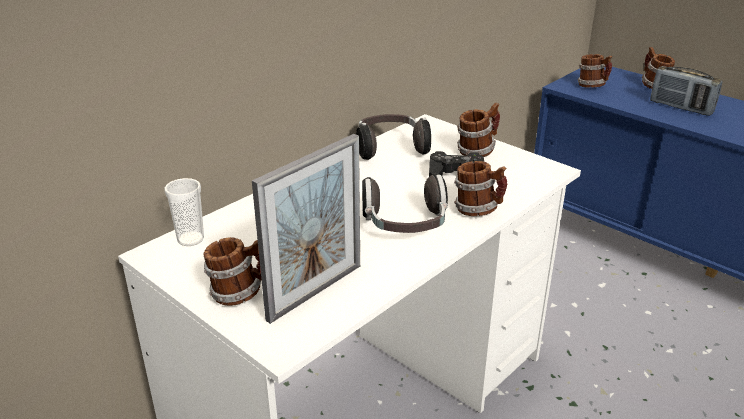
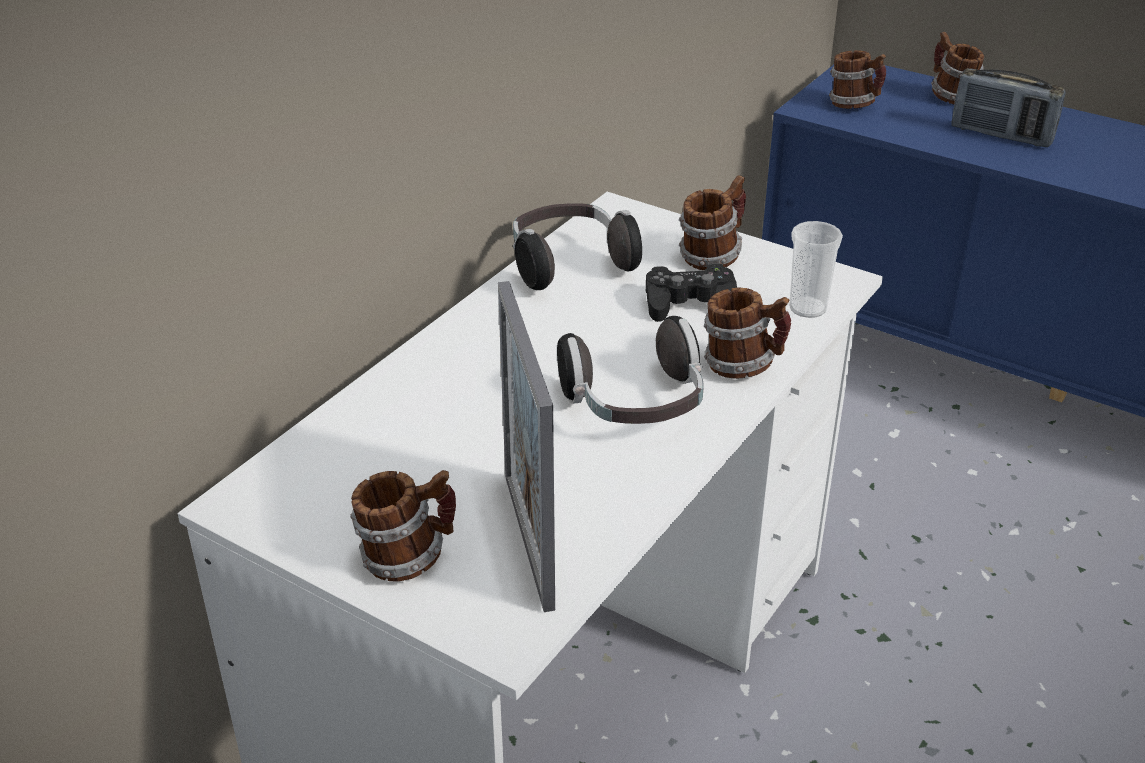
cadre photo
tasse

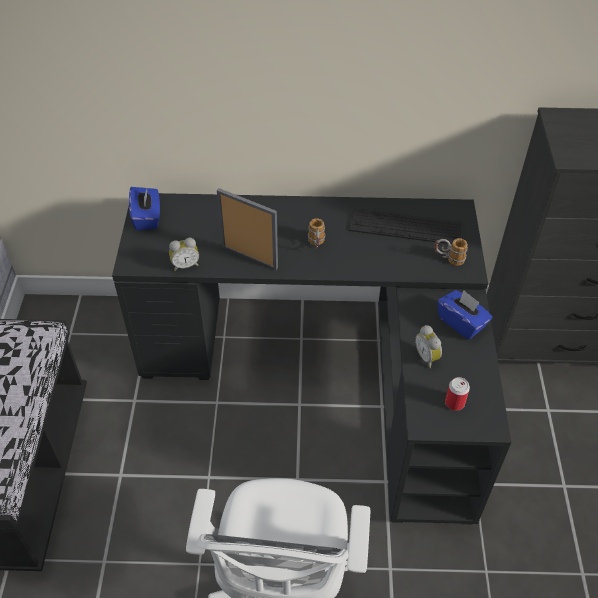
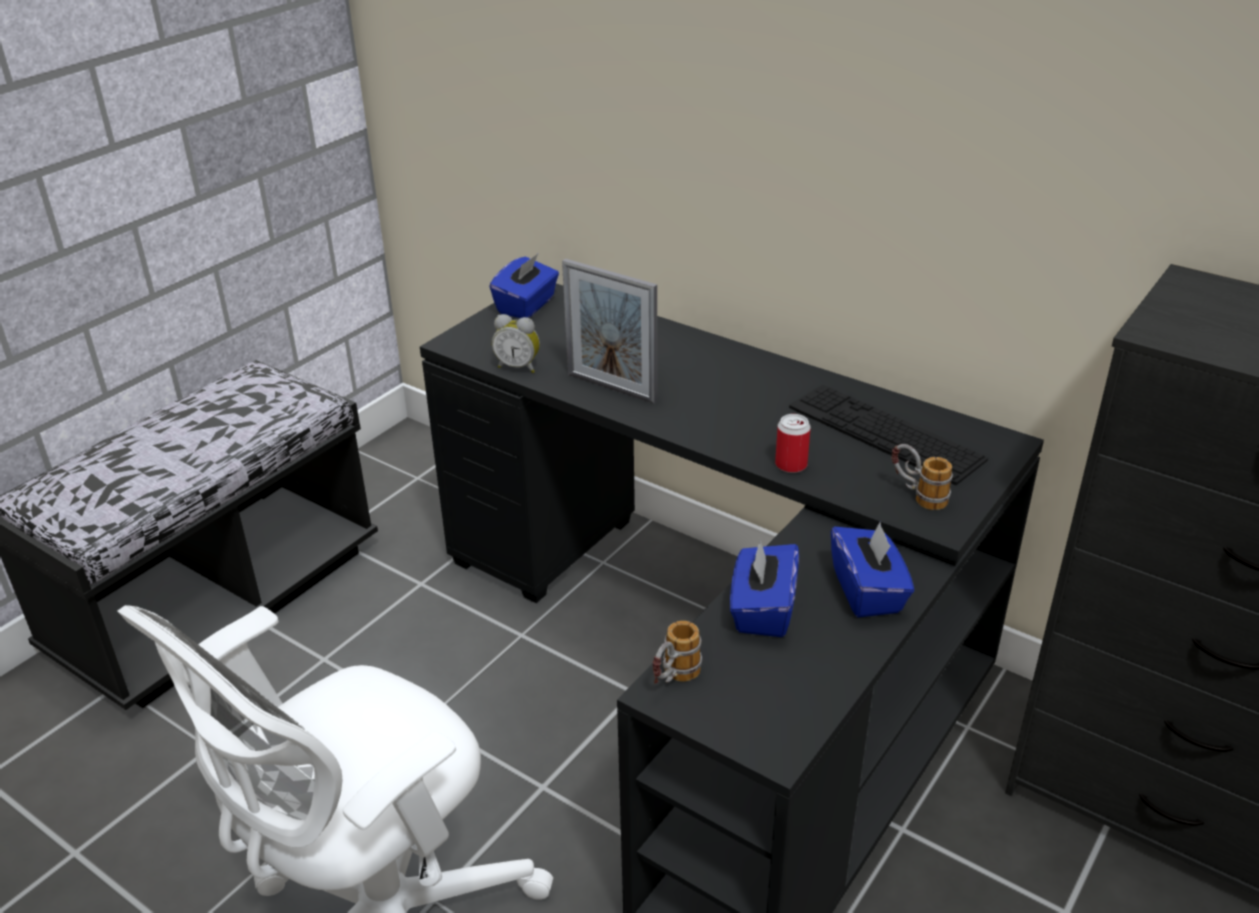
cadre photo
mug (1st from left)
boîte à mouchoirs/bleu (2nd from left)
boîte métallique

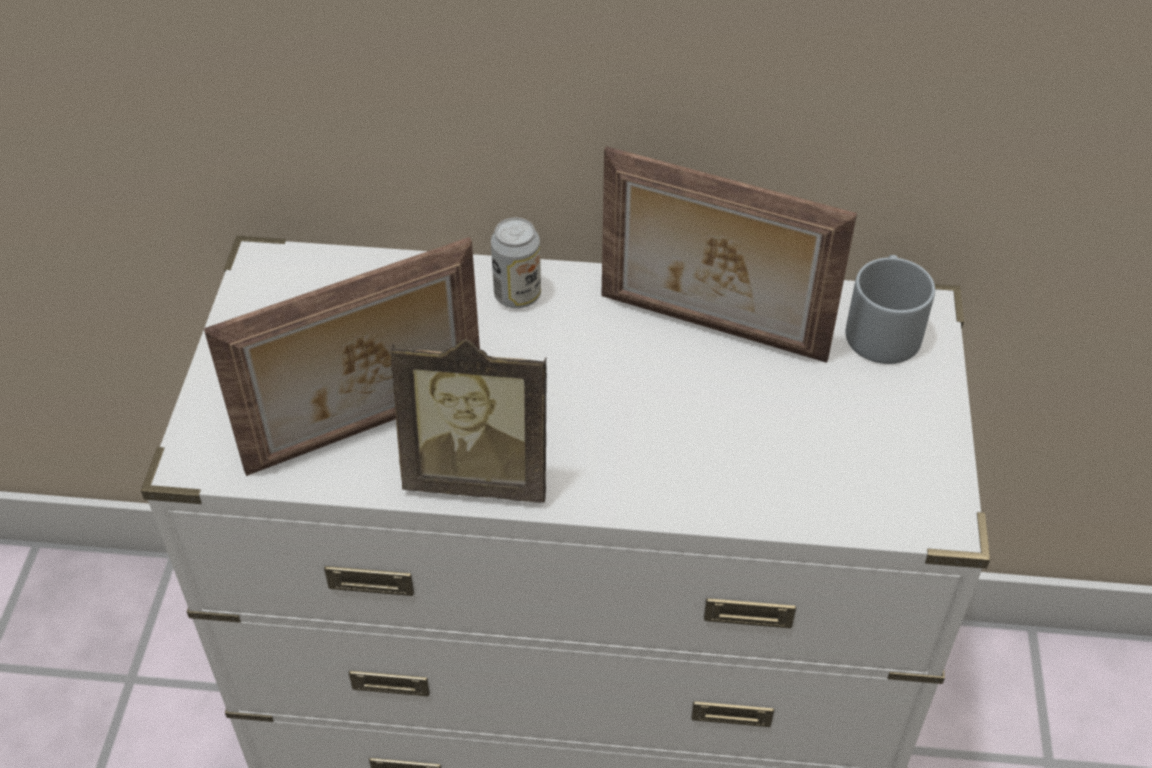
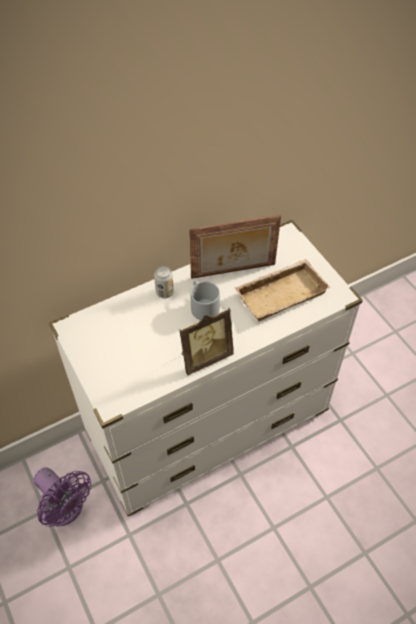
cadre photo (1st from left in the first image)
mug/gris
plateau/beige
ventilateur/violet

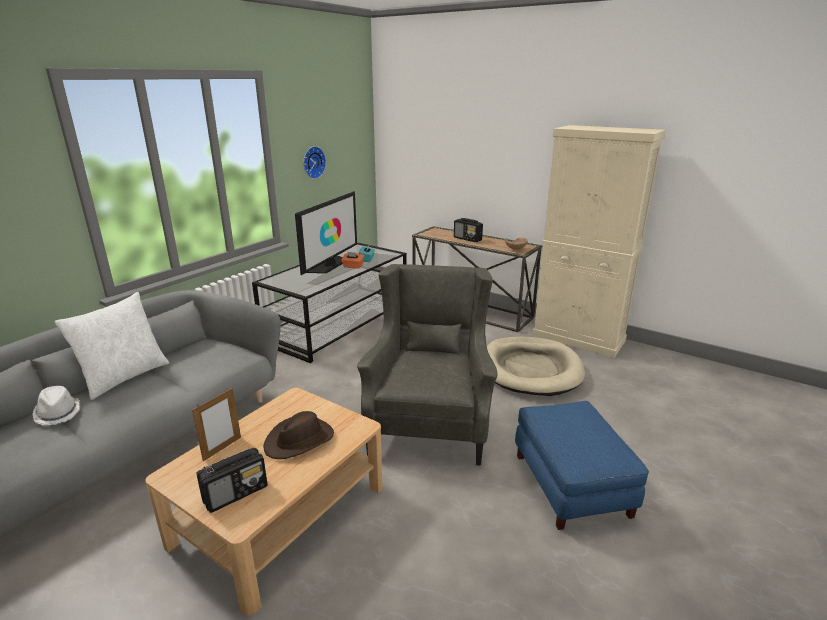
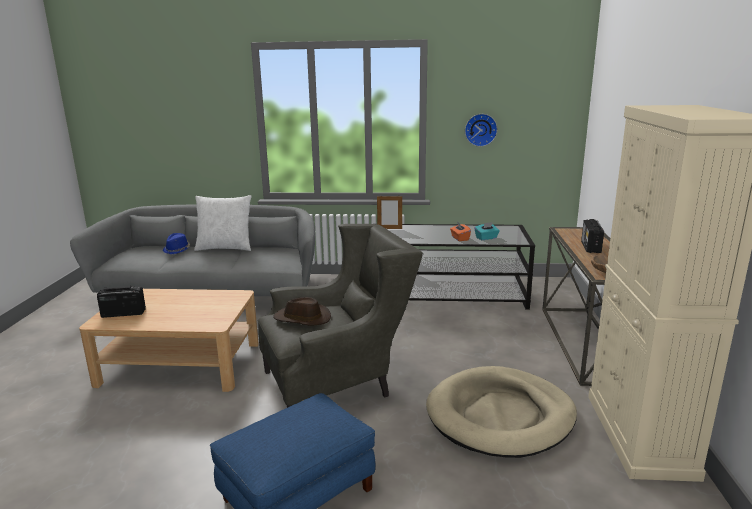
téléviseur
chapeau/bleu
cadre photo
chapeau/marron
radio (1st from left)

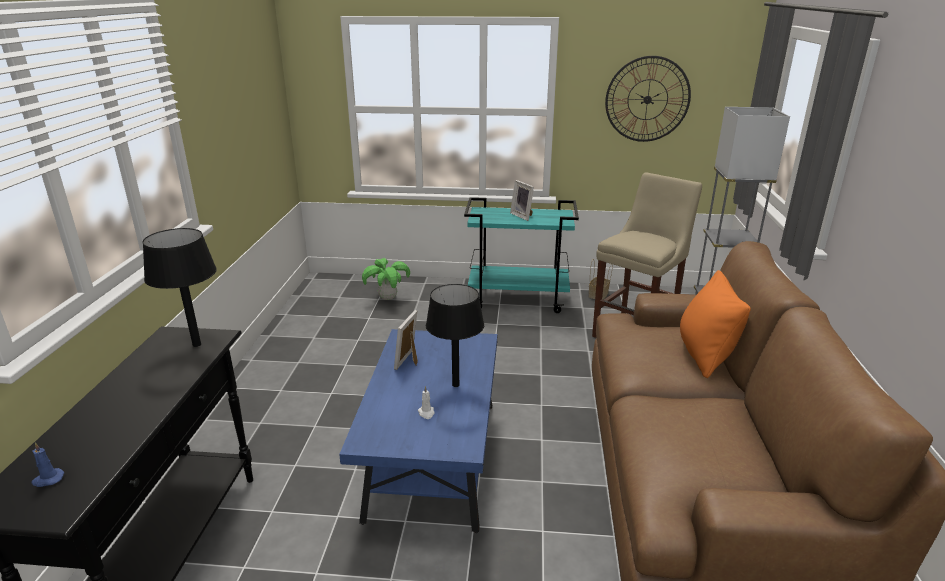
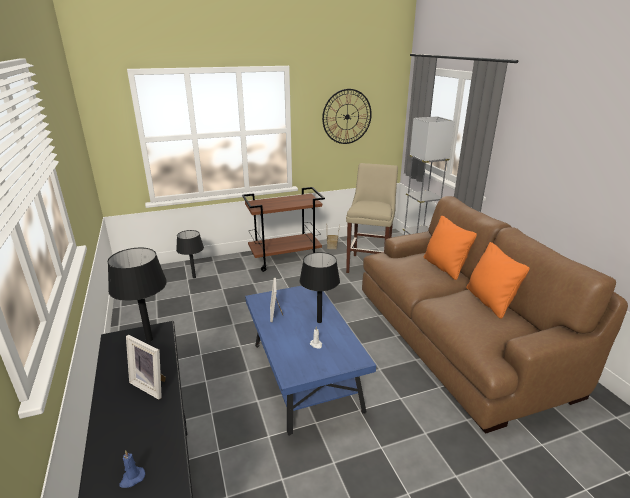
cadre photo (1st from left)
chariot/marron
lampe de table/noir (2nd from left)
coussin/orange (2nd from left)

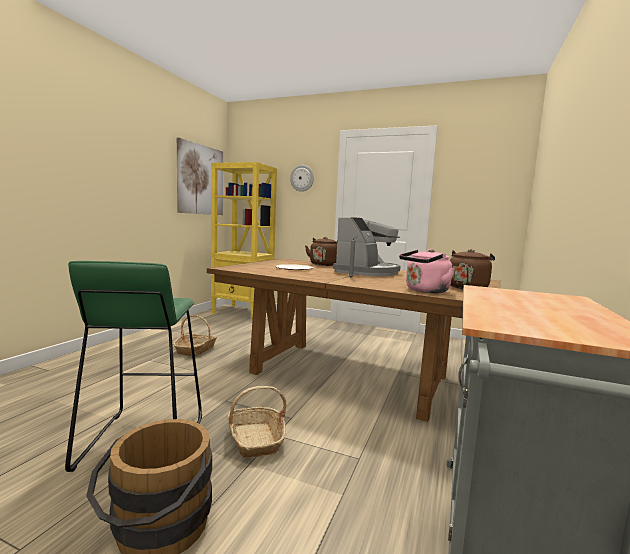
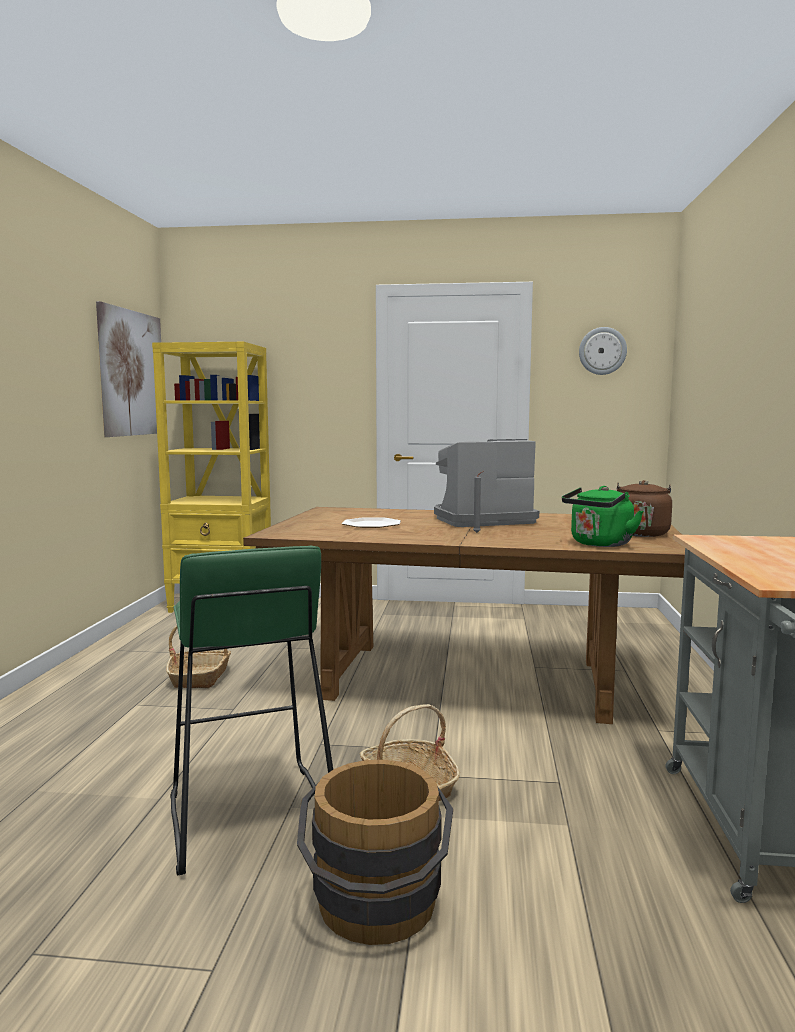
horloge murale
machine à café
bouilloire/marron (1st from left in the first image)
bouilloire/vert

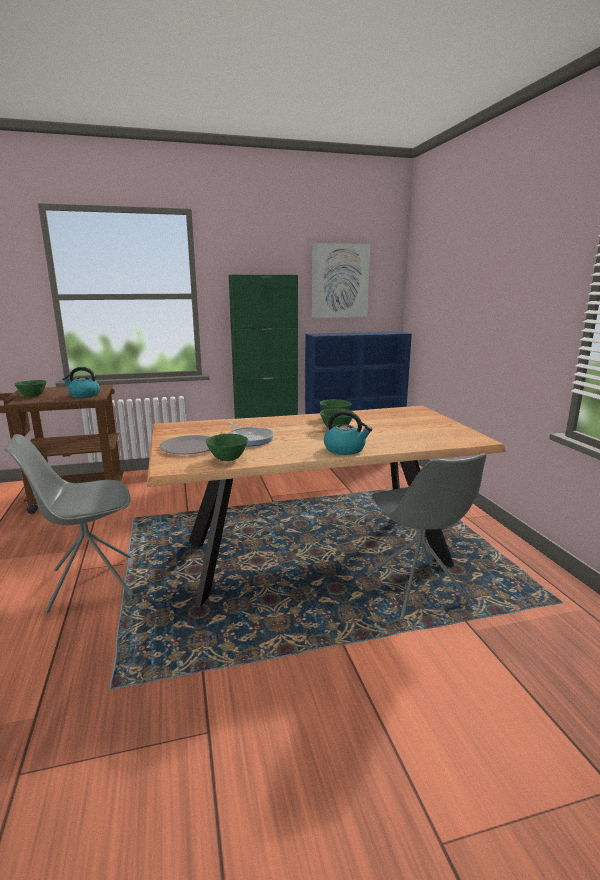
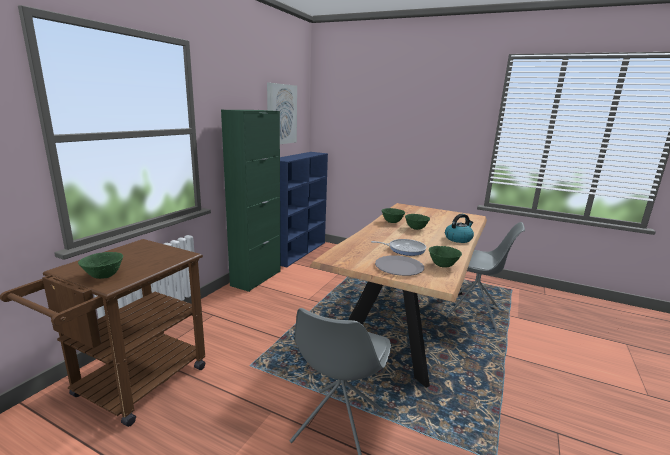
bouilloire (1st from left in the first image)

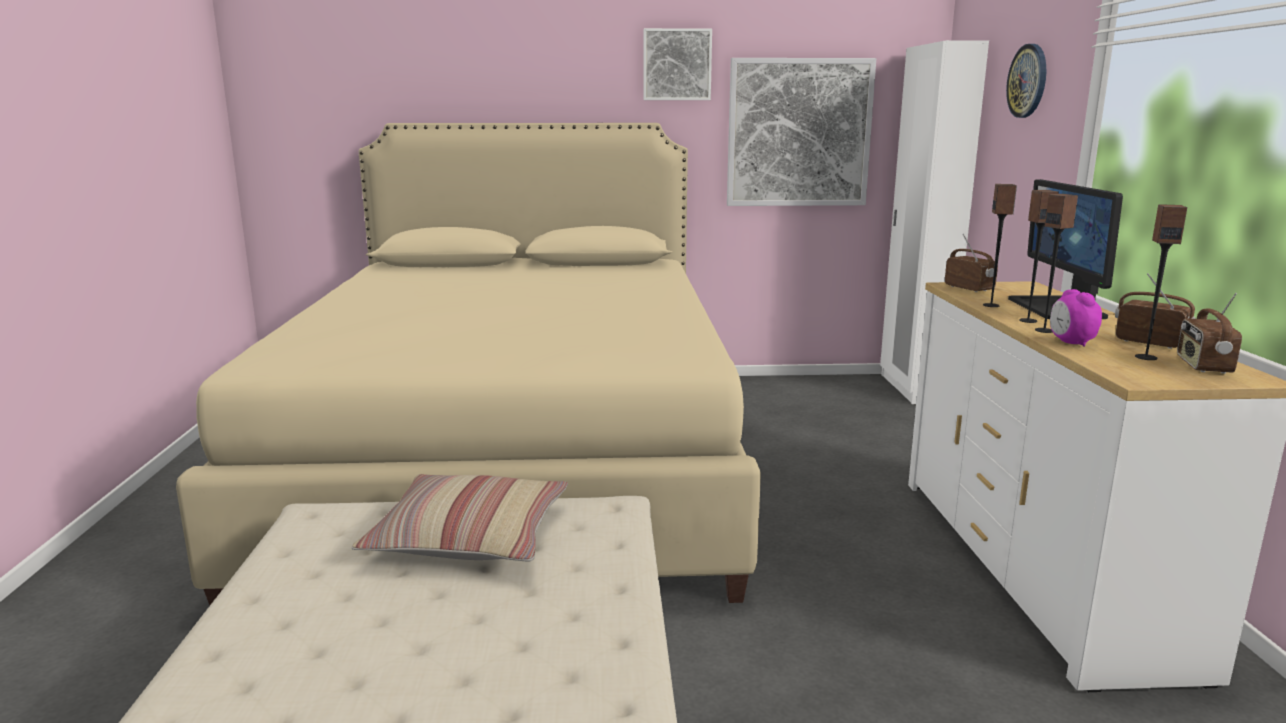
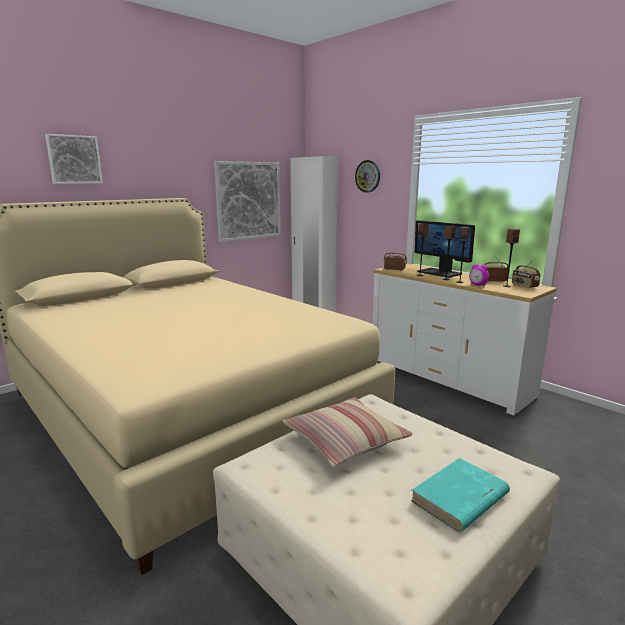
tableau (1st from left)
livre/turquoise

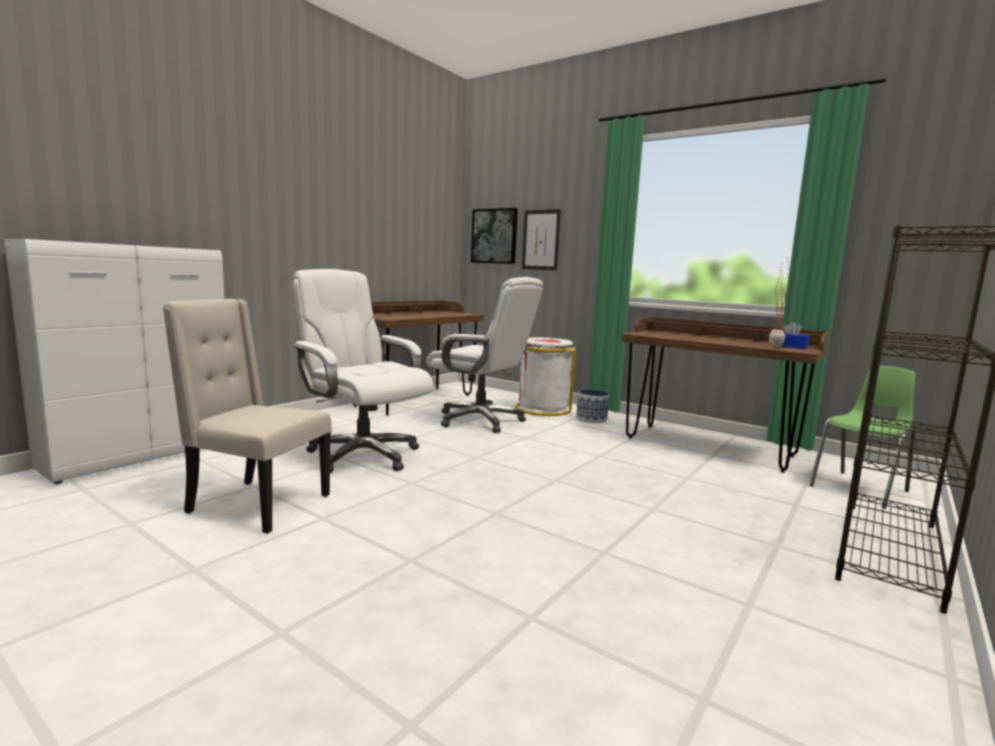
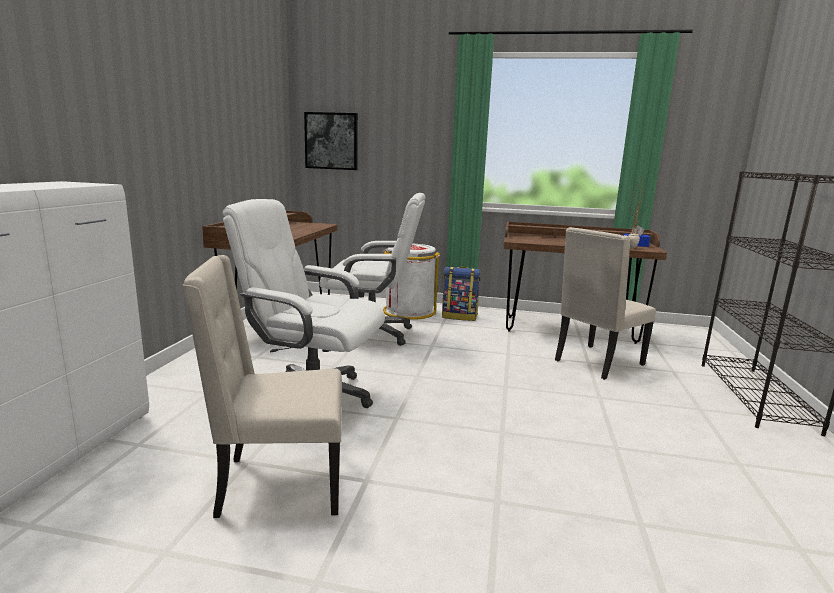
tableau (2nd from left in the first image)
chaise/vert
sac à dos
chaise/beige (2nd from left)

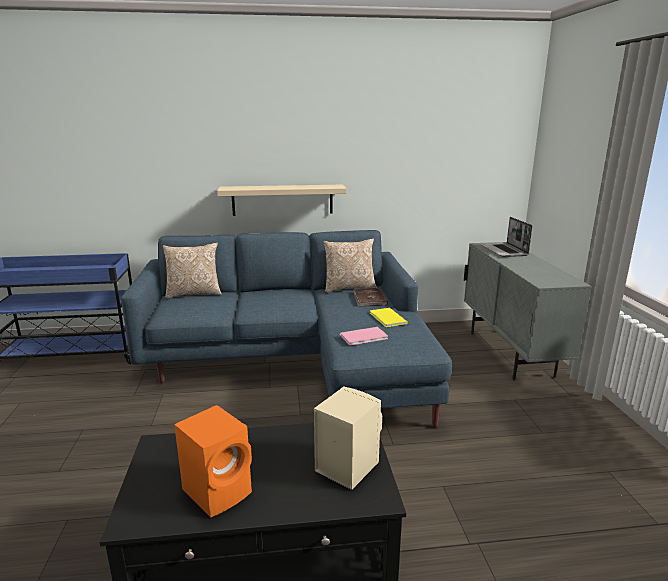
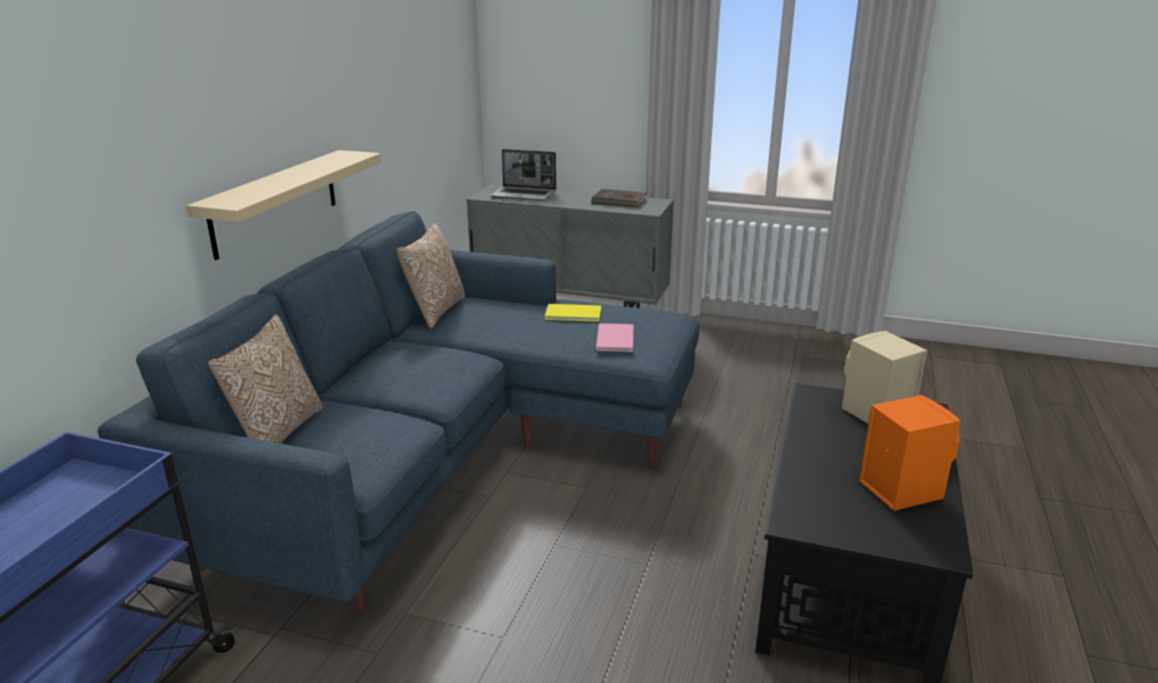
livre/marron

